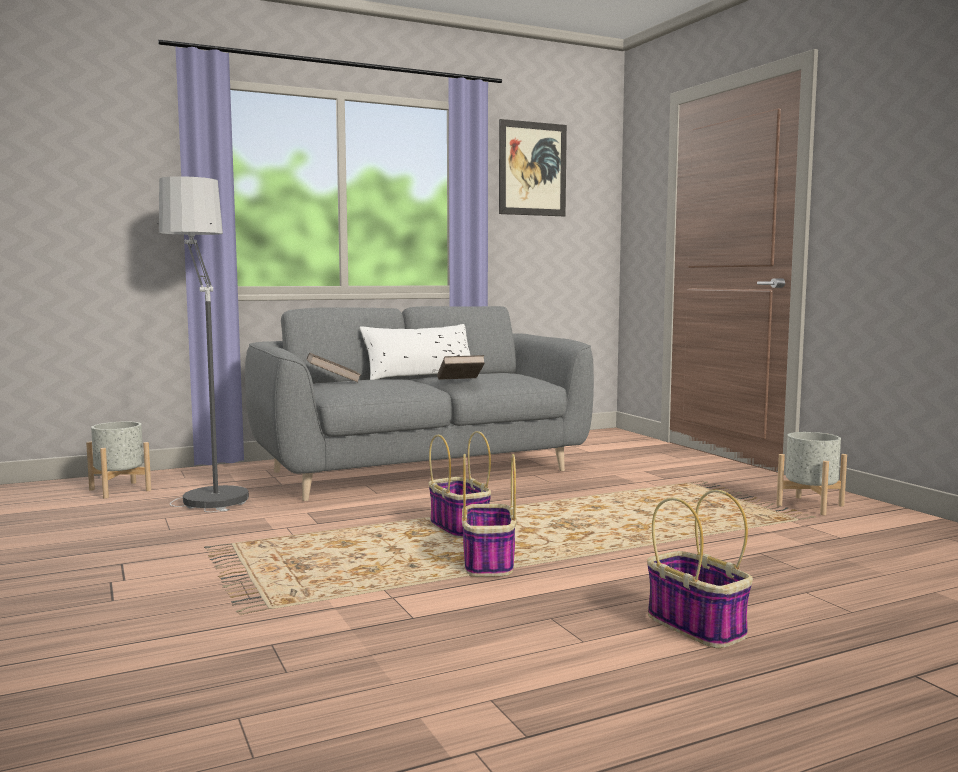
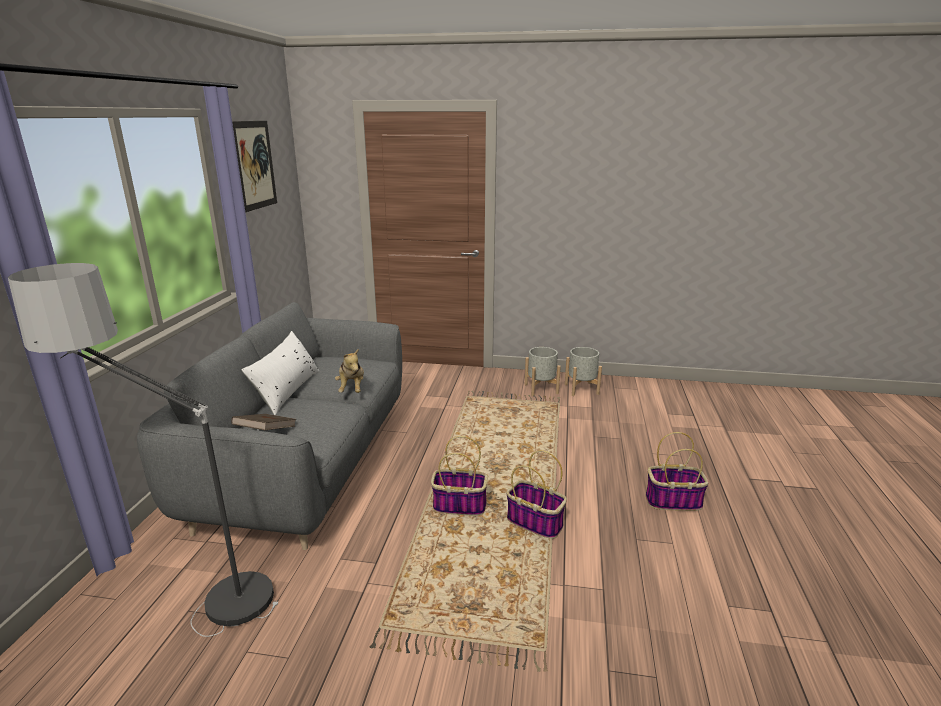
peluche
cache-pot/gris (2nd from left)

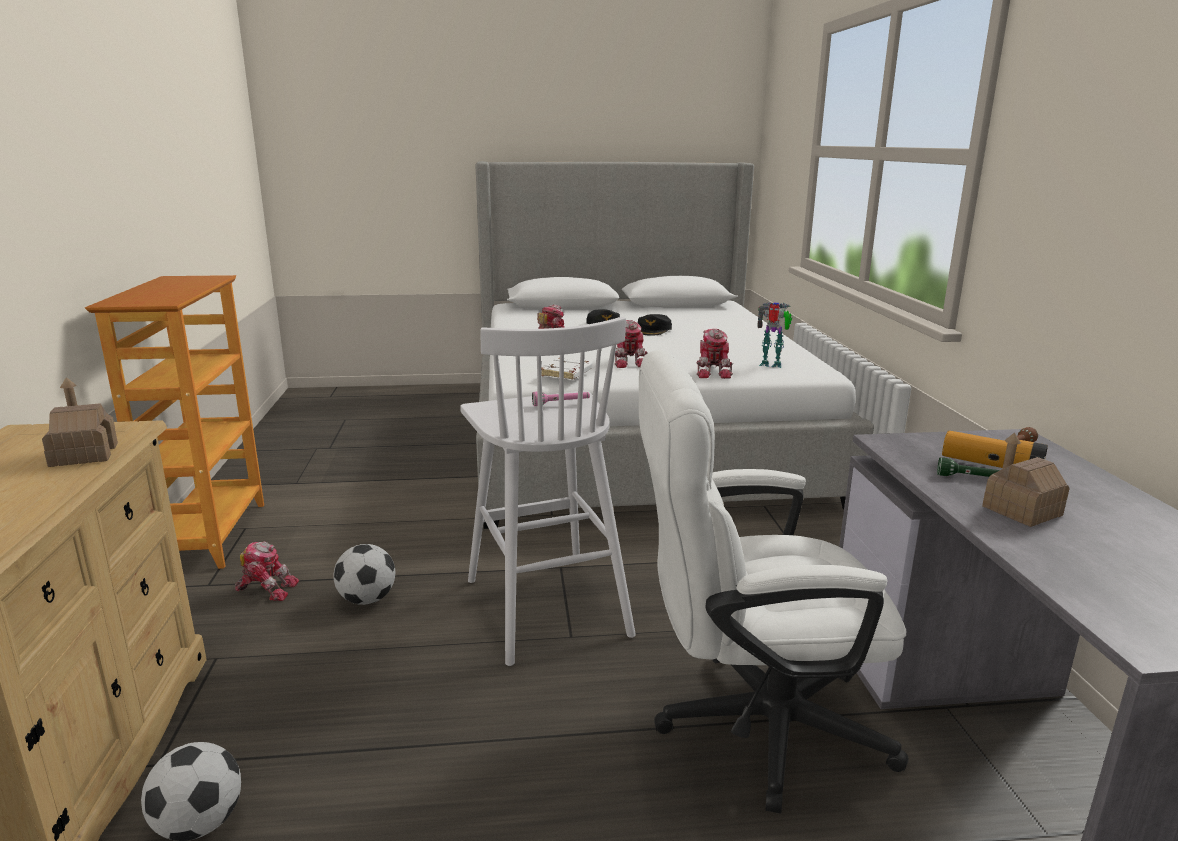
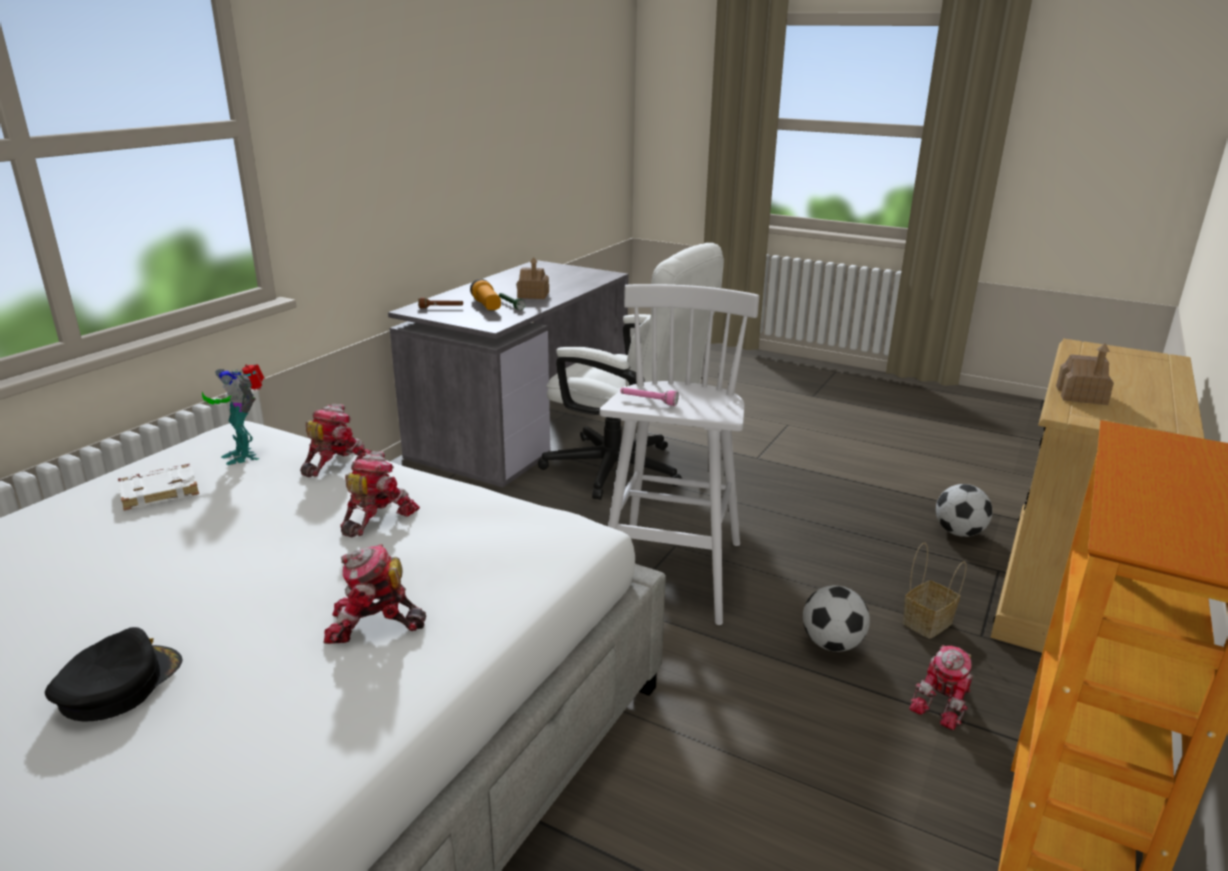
casquette/noir (2nd from left in the first image)
livre/blanc
robot jouet (5th from left)
panier

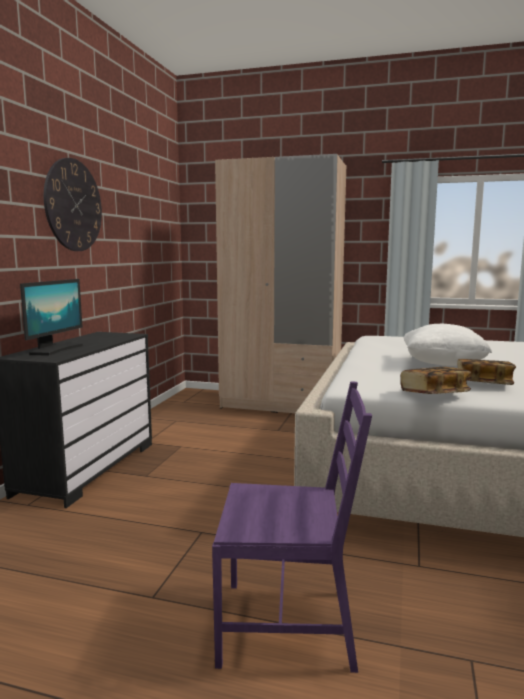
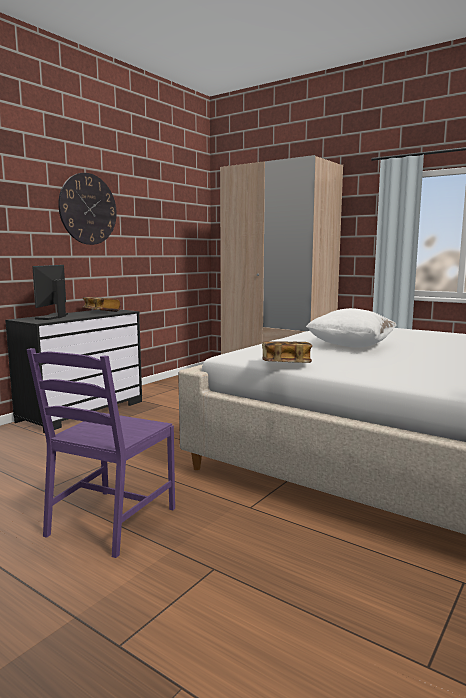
écran d'ordinateur
livre (1st from left)
chaise/violet

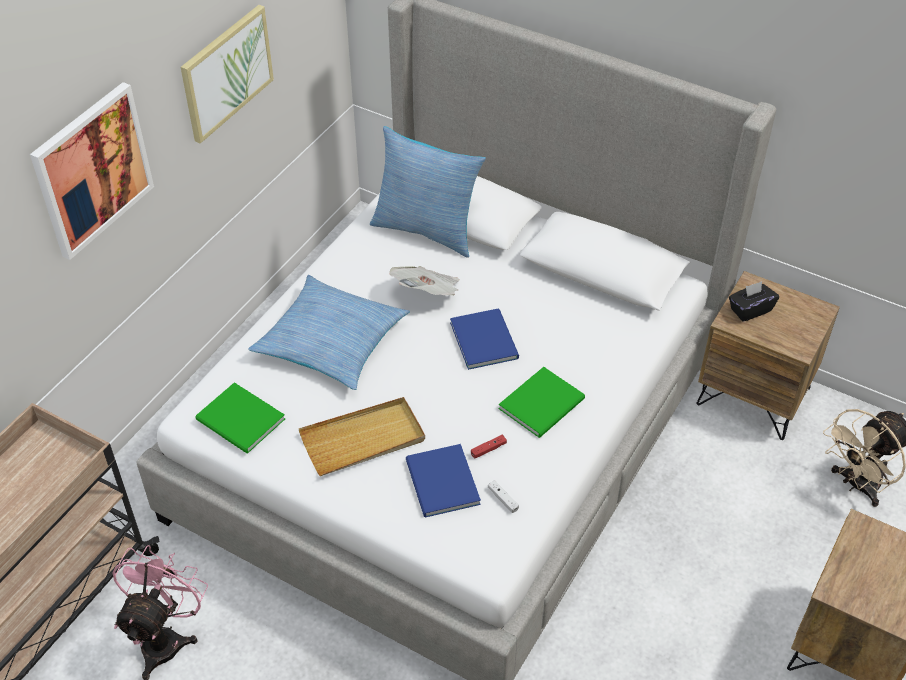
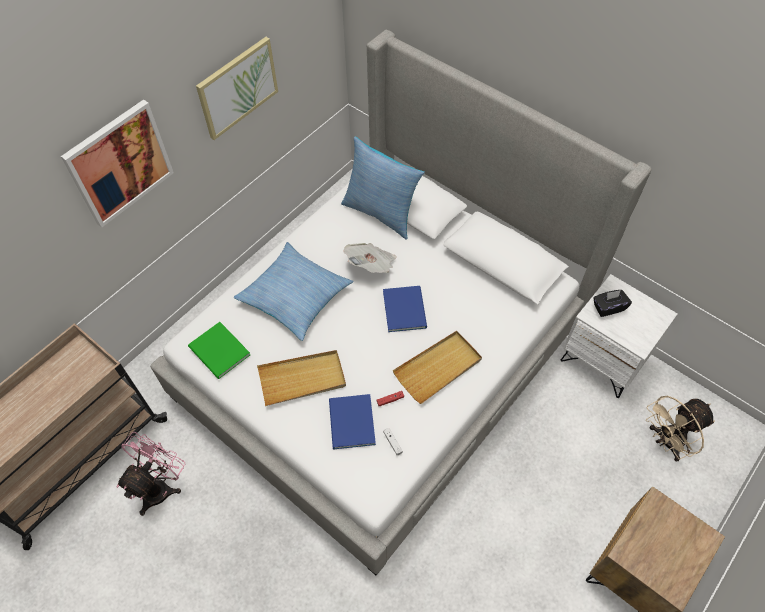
table de chevet/blanc
plateau/beige (2nd from left)

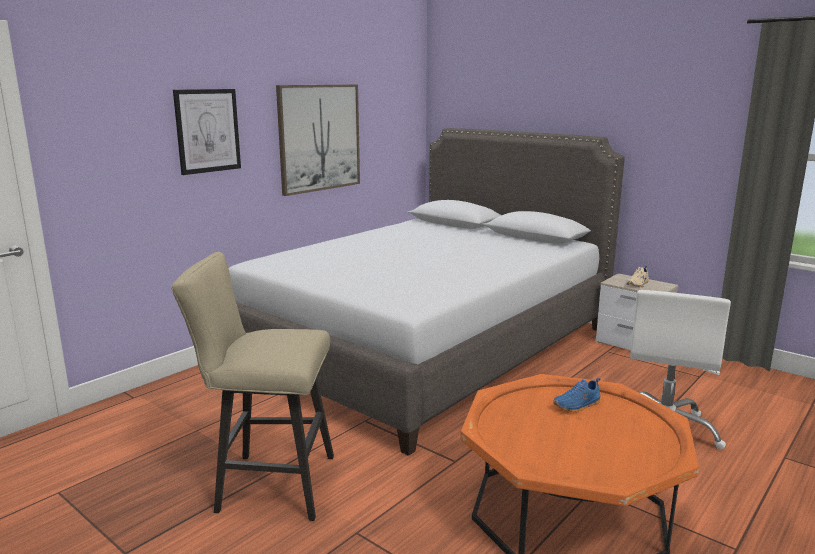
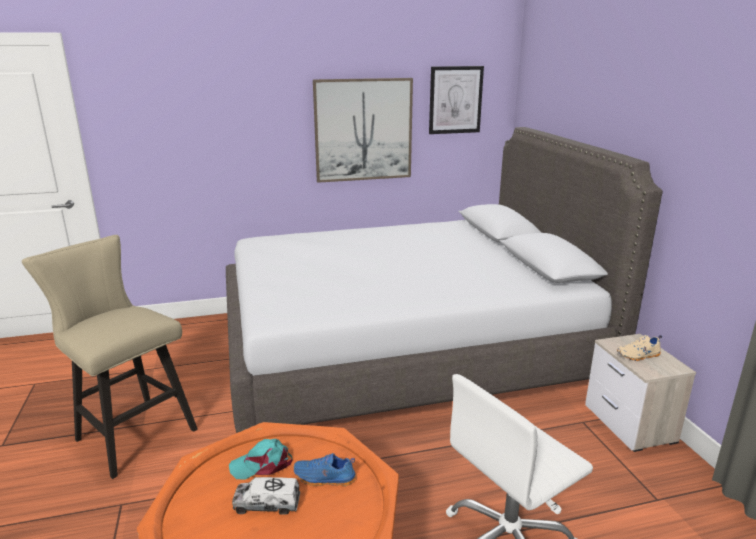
tableau (2nd from left)
casquette/turquoise
camion jouet

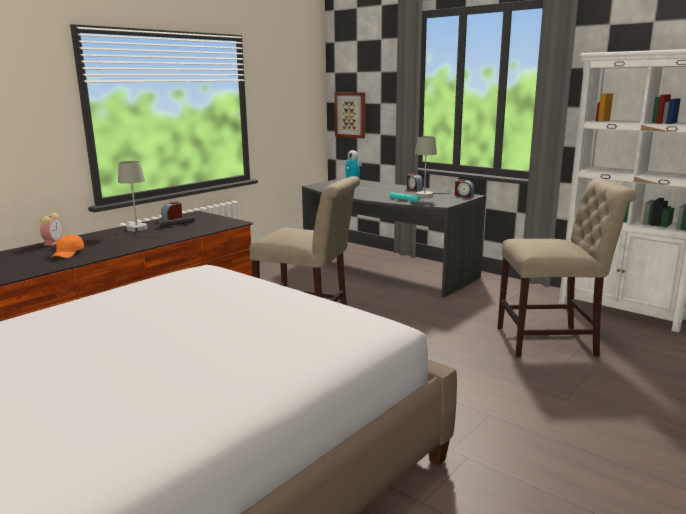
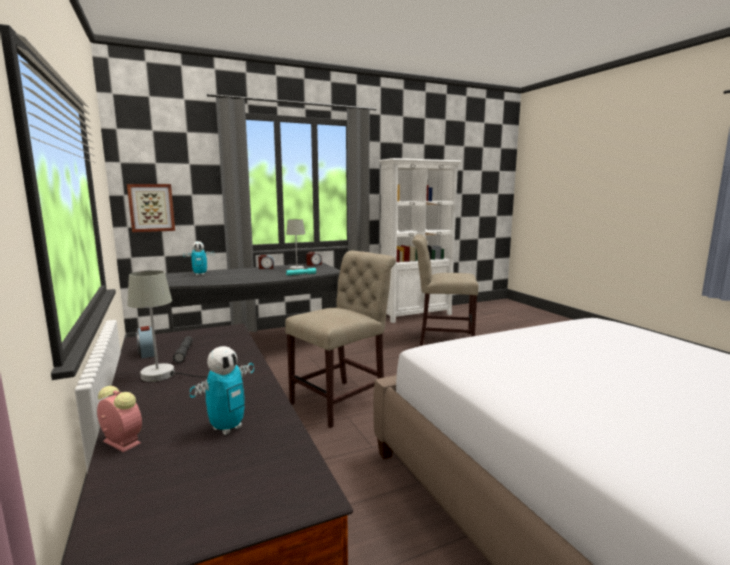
chaise/beige (2nd from left)
robot jouet (2nd from left)

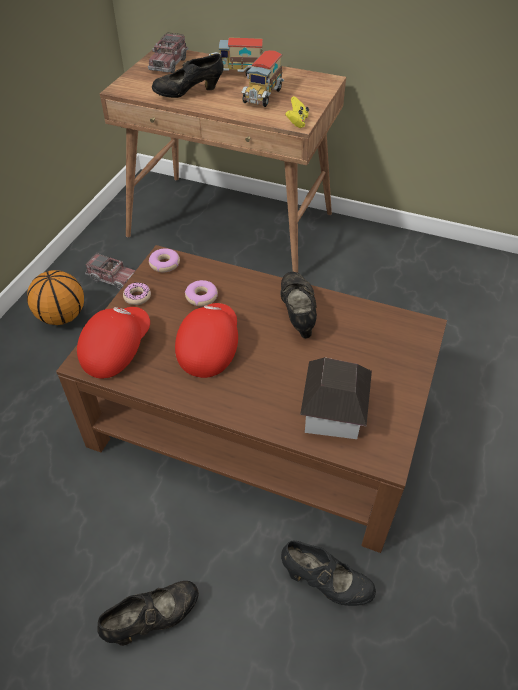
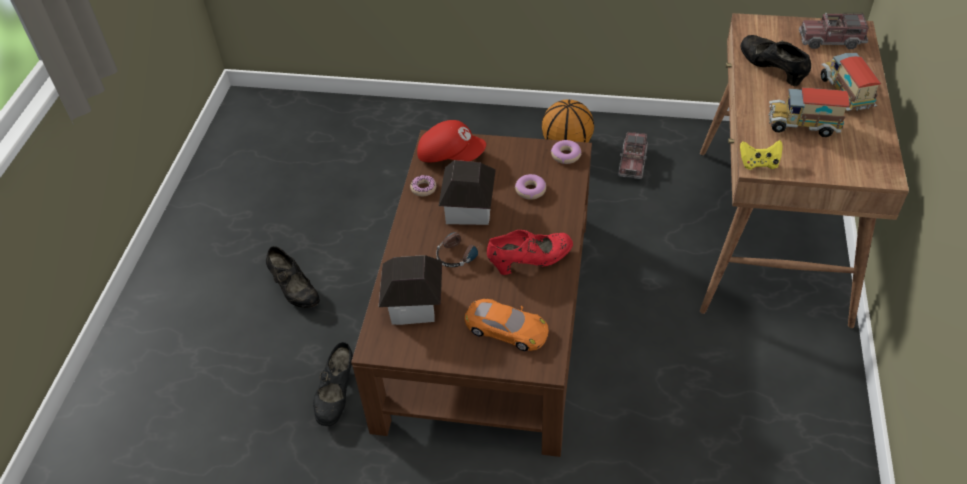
chaussure/rouge
beignet (1st from left)
maison miniature (2nd from left)
casque audio
petite voiture/orange

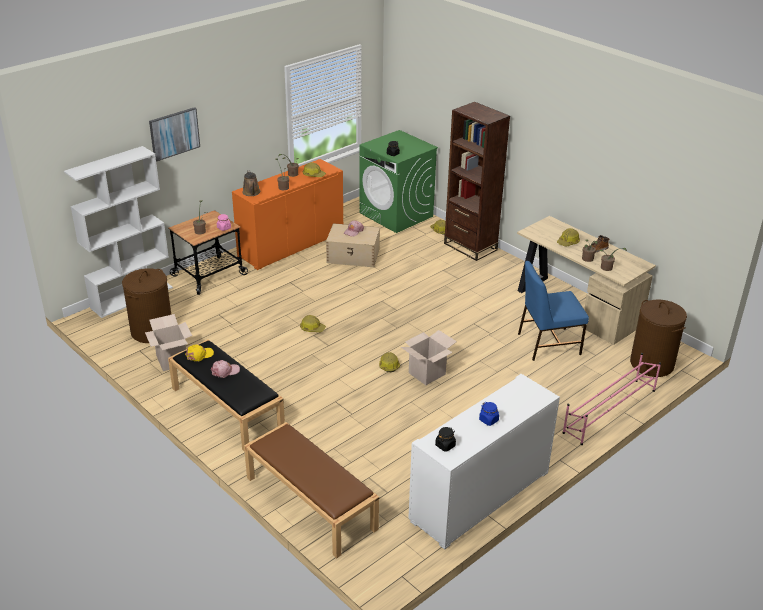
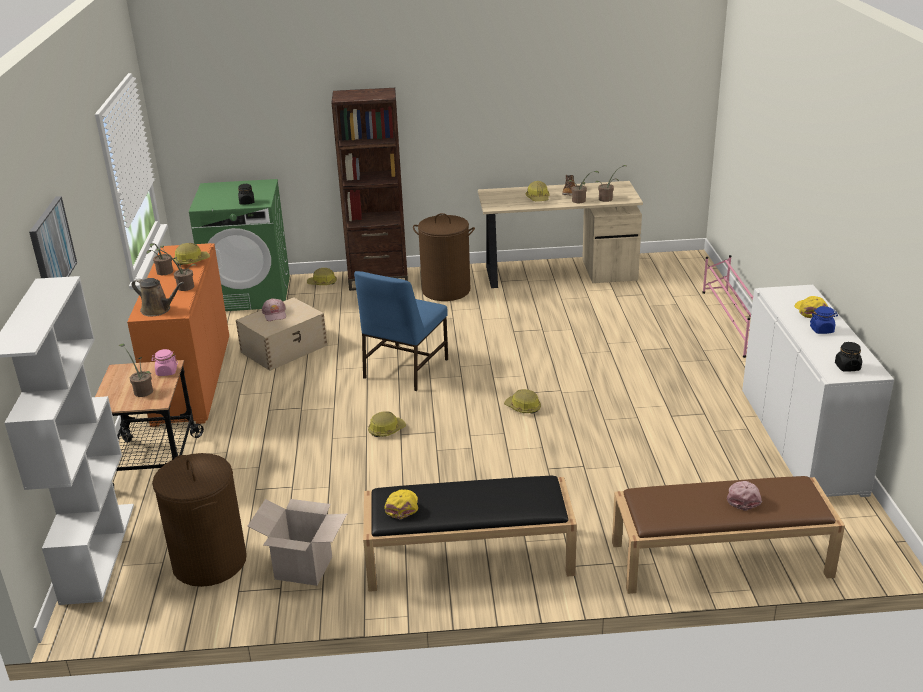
chaise/bleu
panier à linge/marron (2nd from left)
carton (2nd from left in the first image)
casquette/rose (2nd from left)
casquette/jaune (2nd from left)

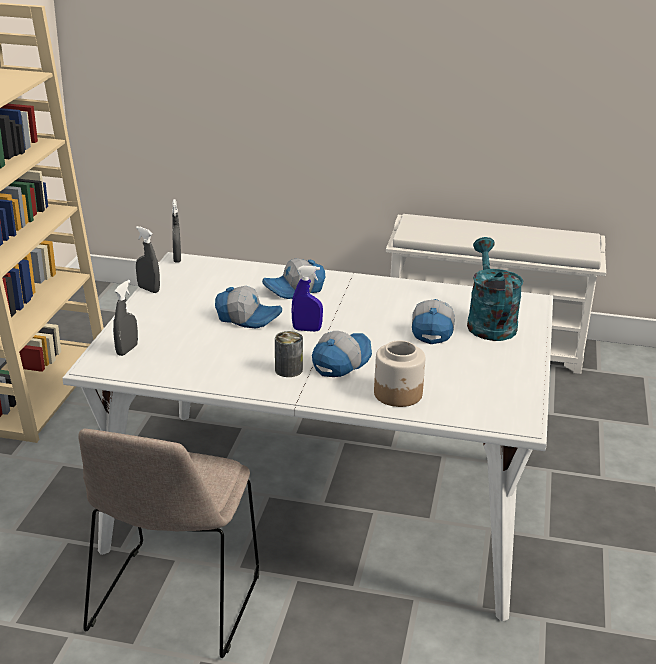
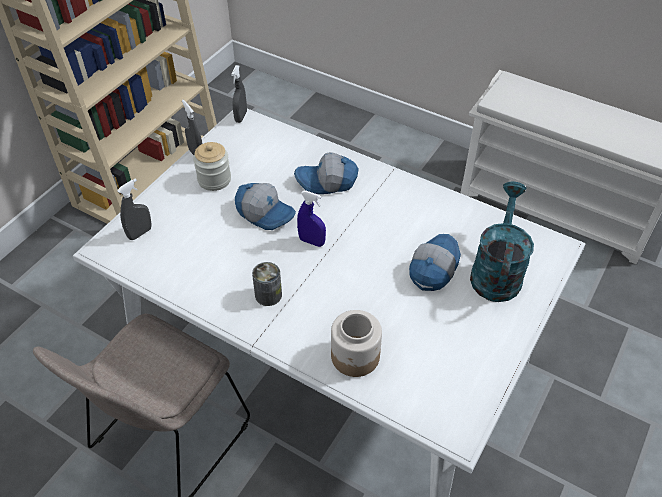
casquette (3rd from left in the first image)
bocal (1st from left)

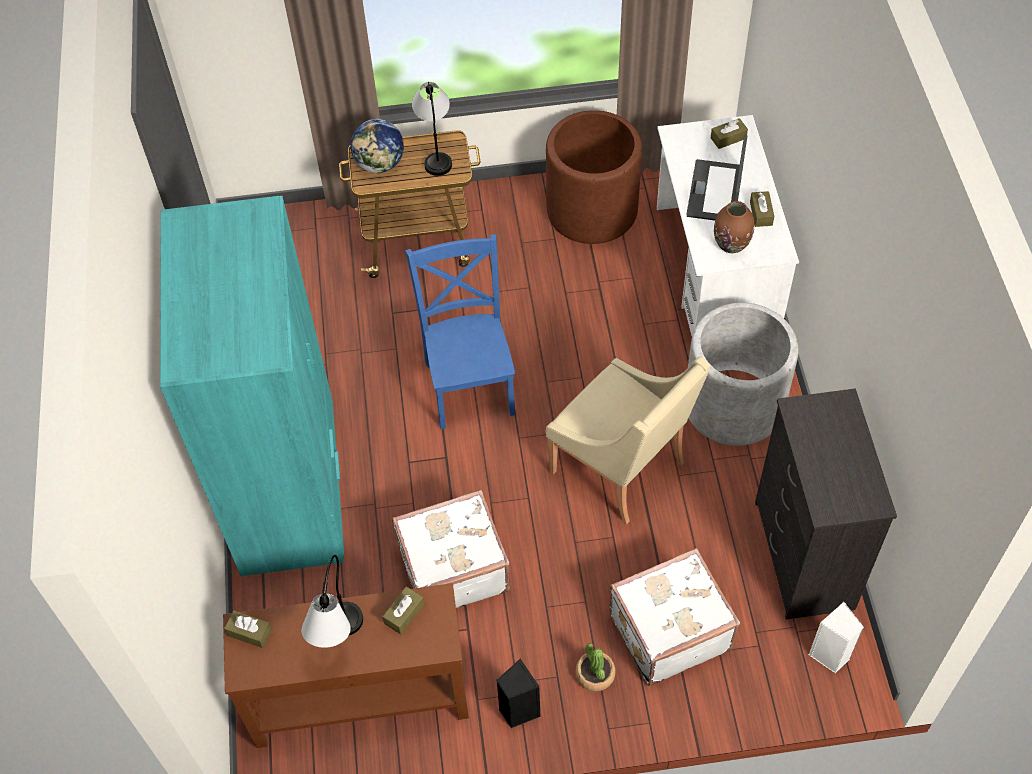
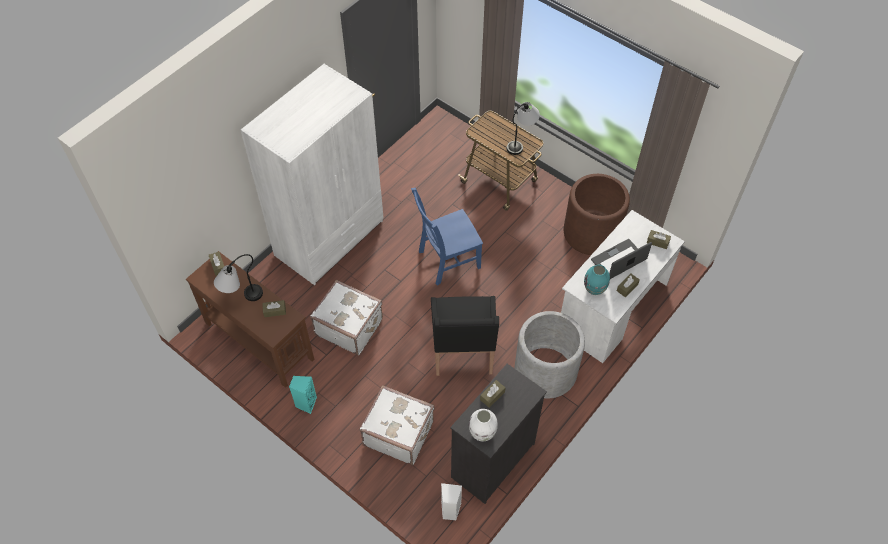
globe
armoire/blanc
vase/turquoise
chaise/bleu
fauteuil/noir
plante en pot
enceinte/turquoise
boîte à mouchoirs/marron (3rd from left)
vase/blanc

